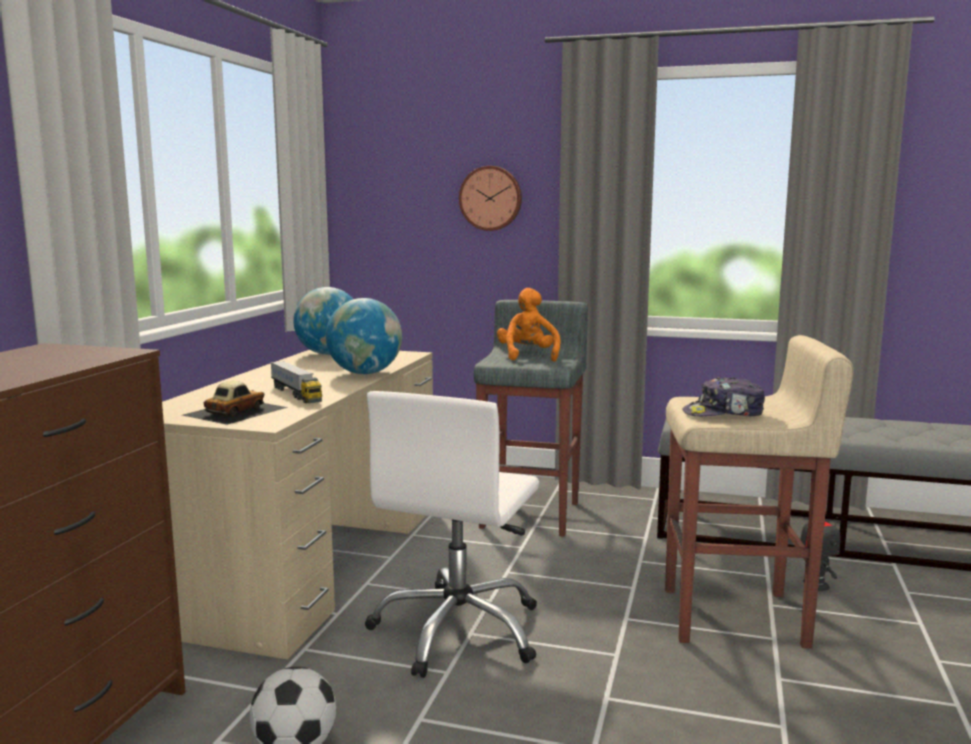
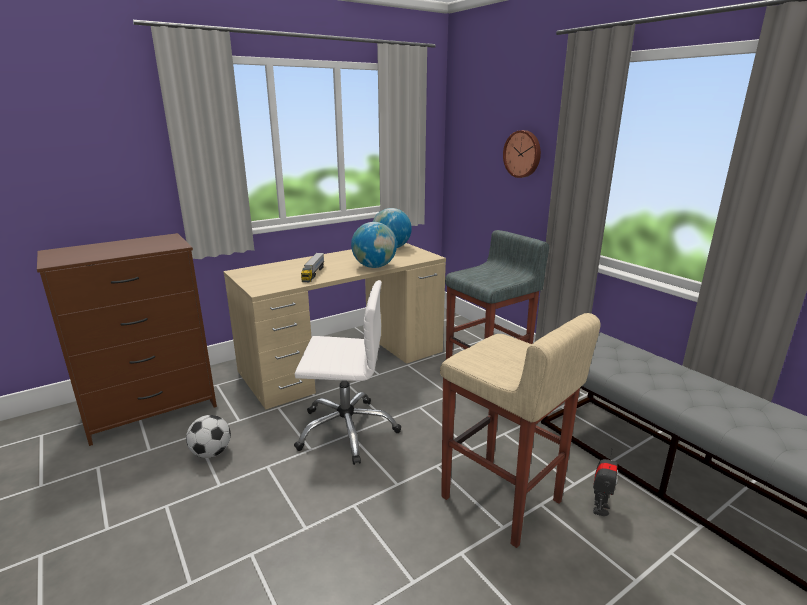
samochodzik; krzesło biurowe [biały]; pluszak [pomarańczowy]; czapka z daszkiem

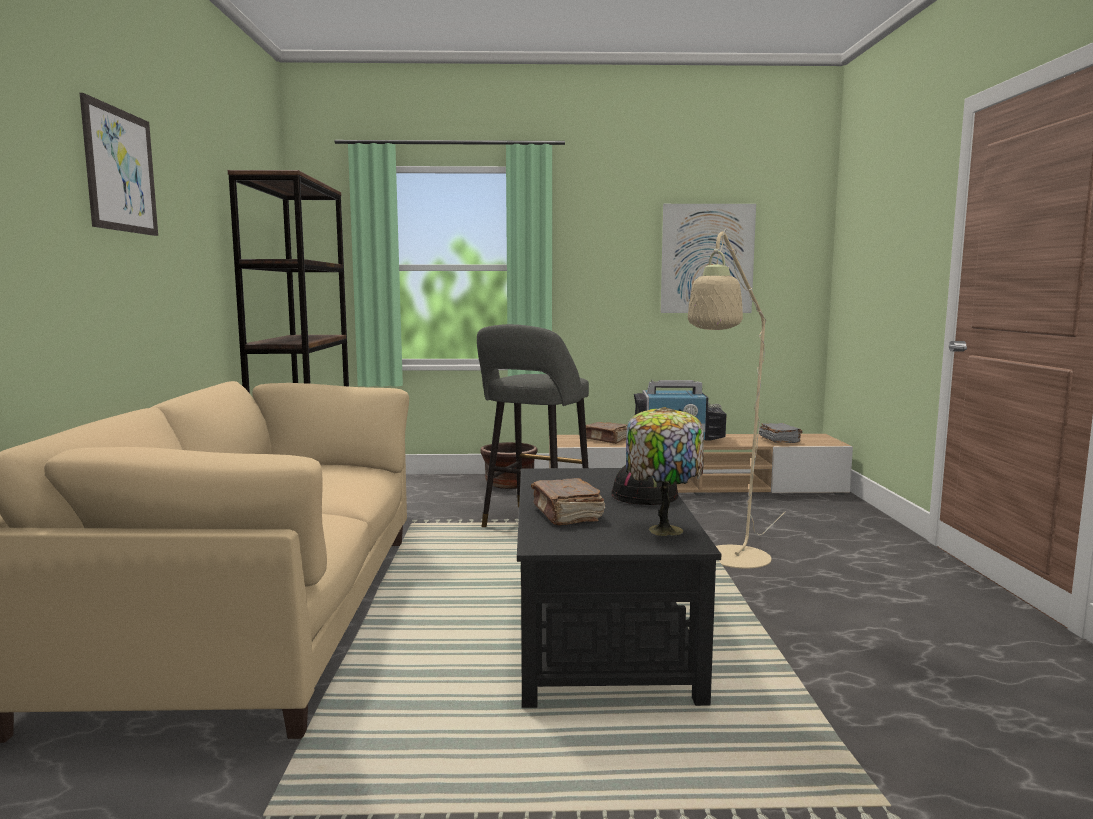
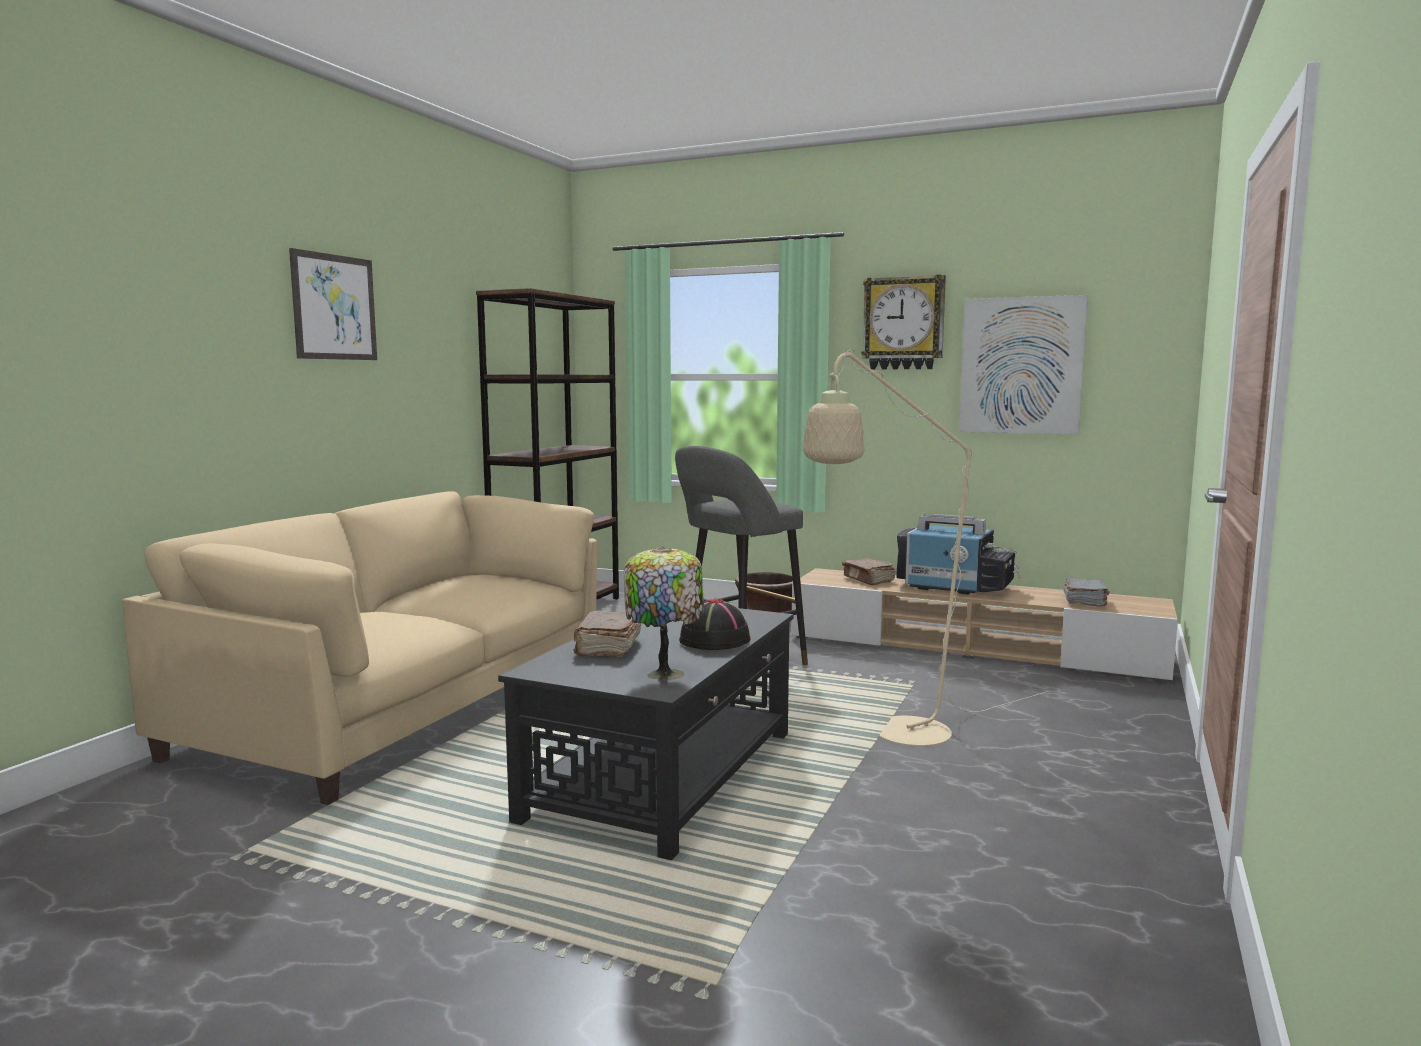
zegar ścienny

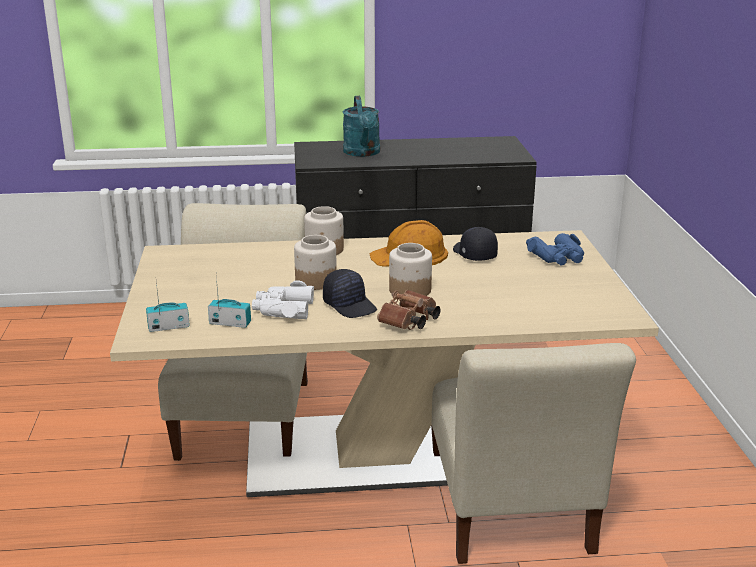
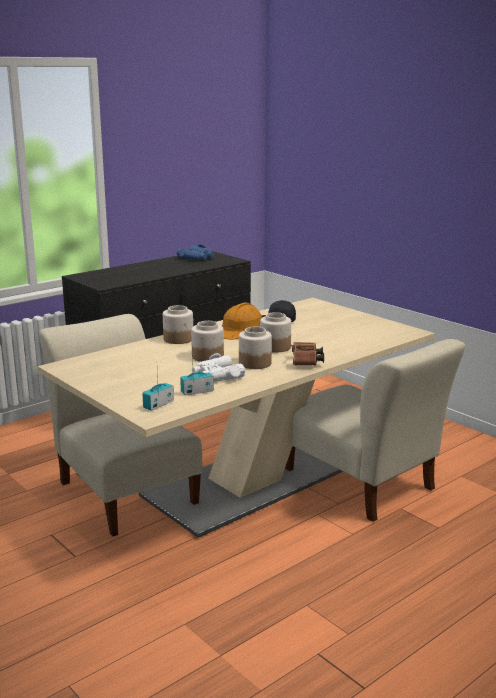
słoik (3rd from left); konewka [turkusowy]; lornetka [niebieski]

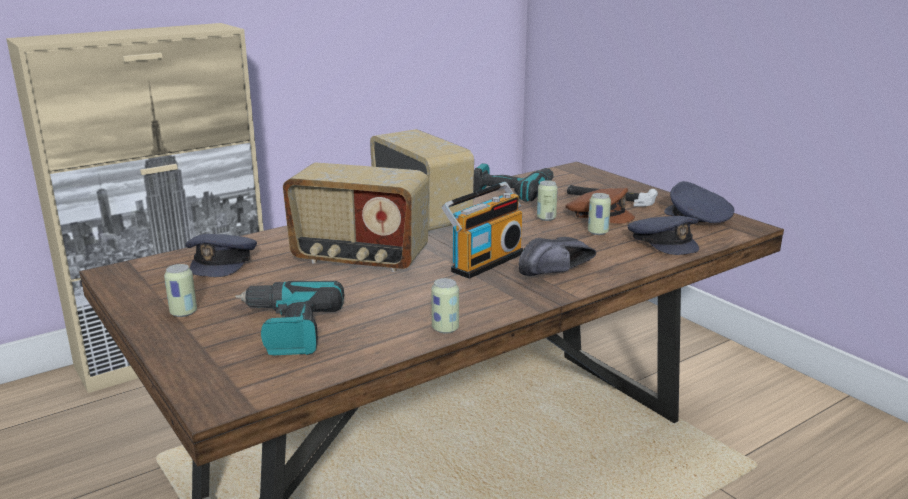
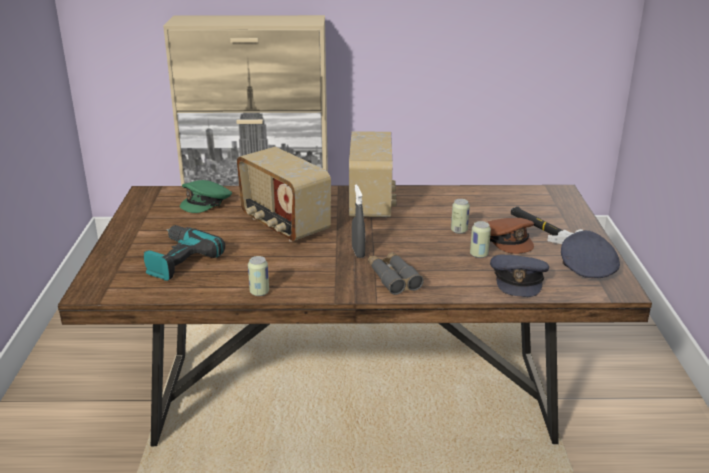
puszka (1st from left in the first image); czapka z daszkiem [zielony]; spryskiwacz [szary]; wiertarka (2nd from left in the first image); lornetka [szary]

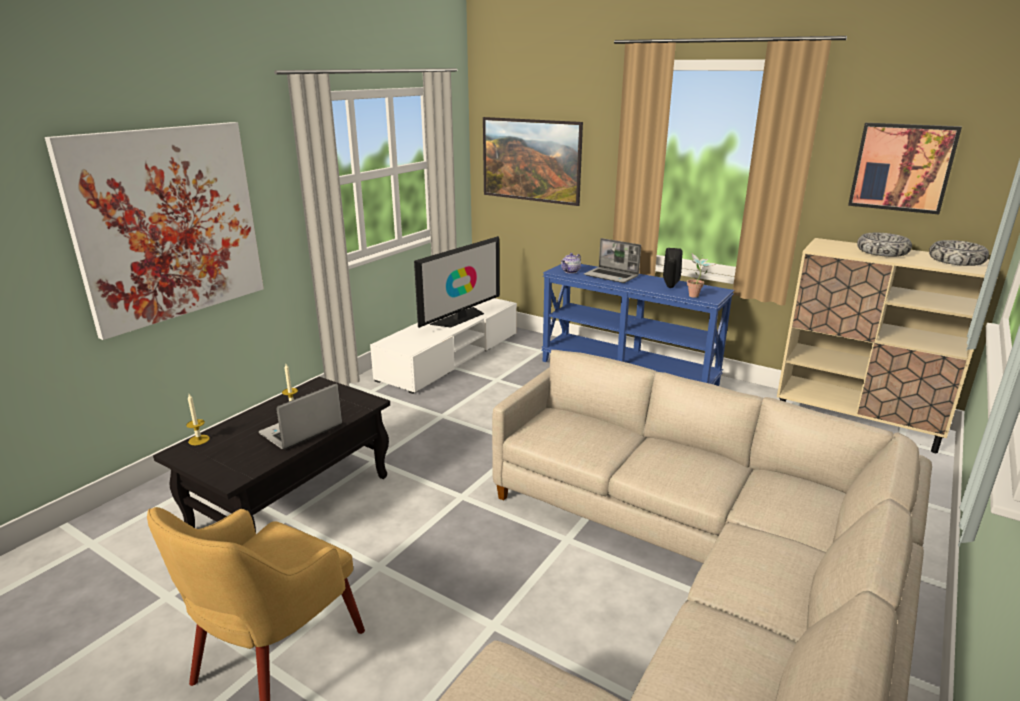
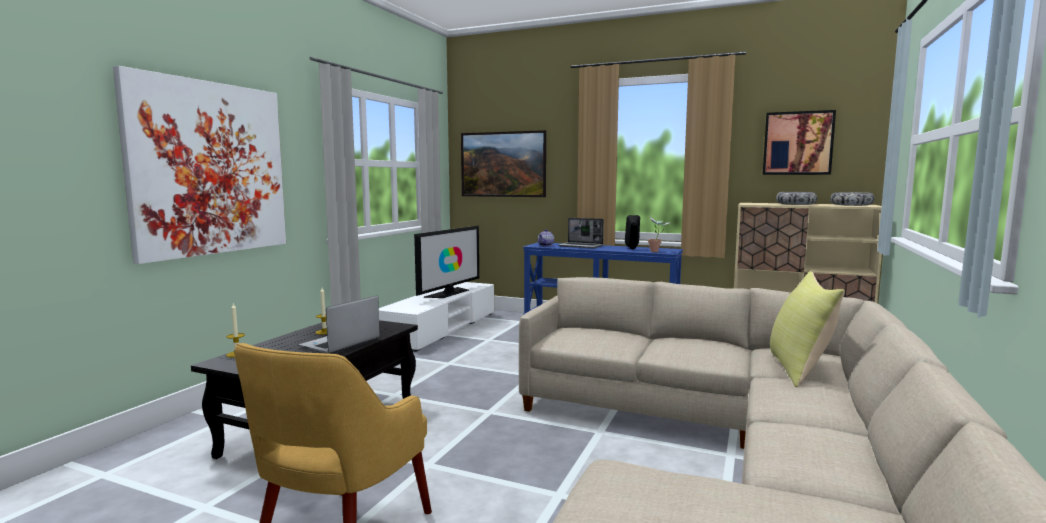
poduszka [żółty]

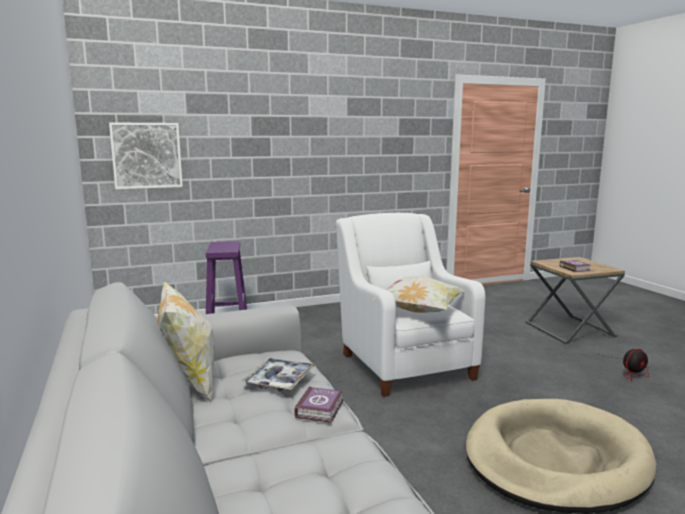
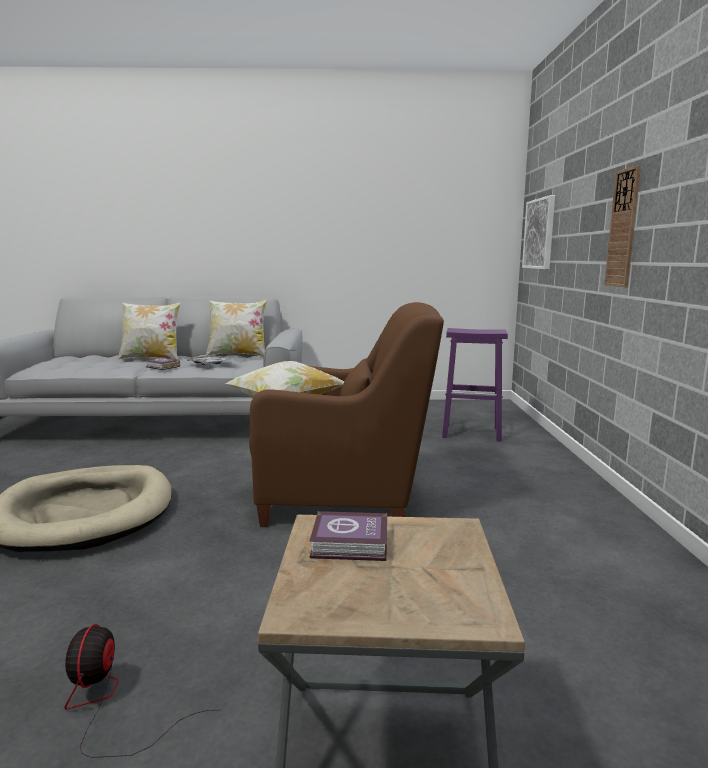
fotel [brązowy]; poduszka (1st from left); zegar ścienny

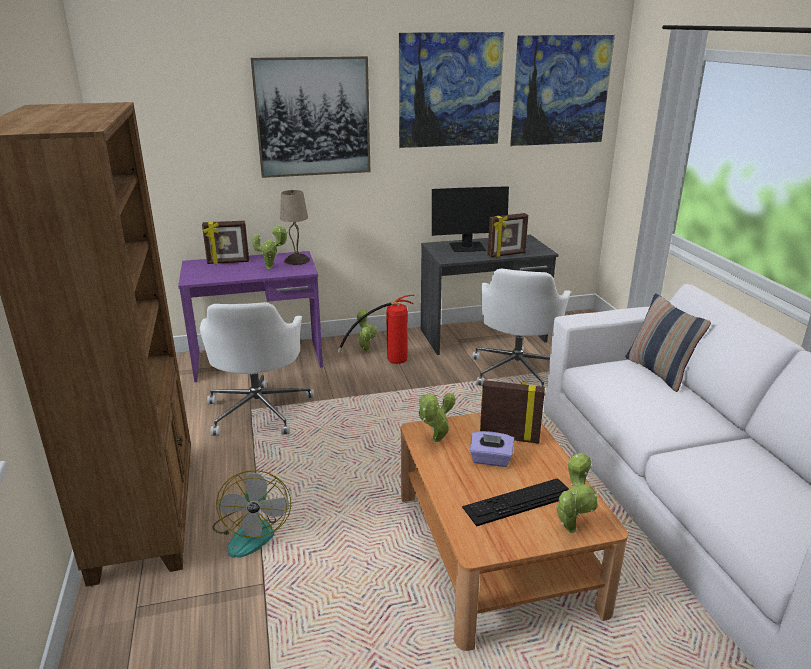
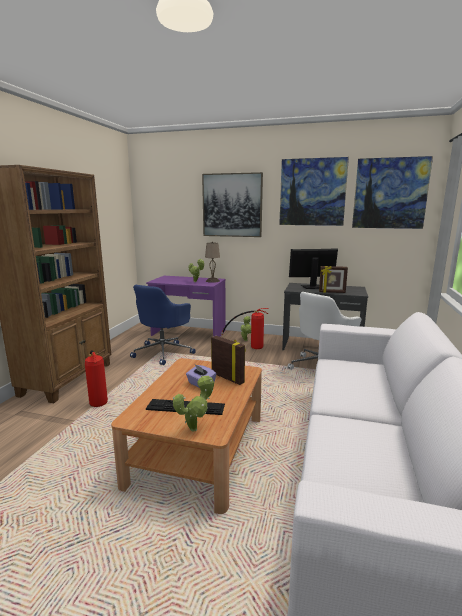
krzesło biurowe [niebieski]; ramka na zdjęcie (1st from left in the first image); gaśnica (1st from left); roślina doniczkowa (3rd from left in the first image); monitor; poduszka

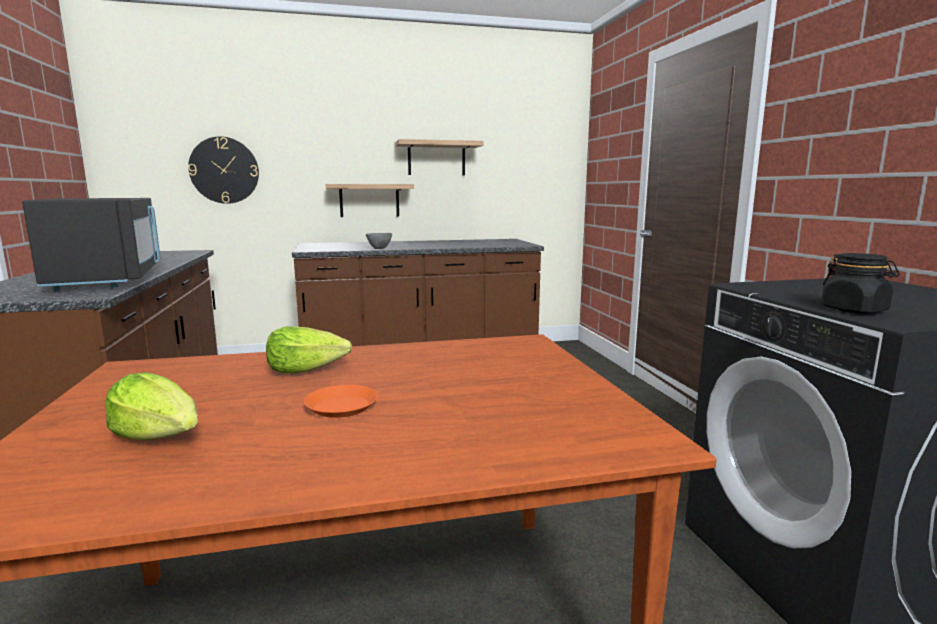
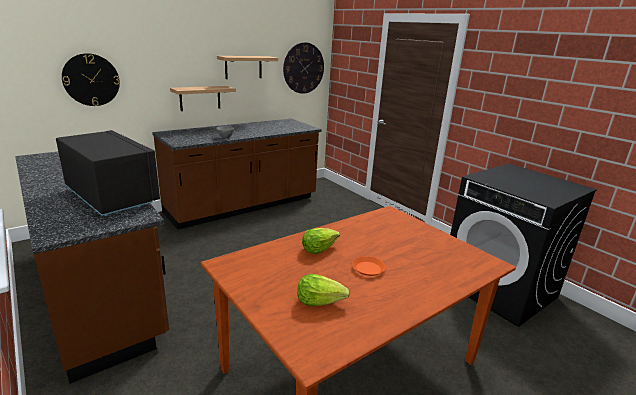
słoik [czarny]; zegar ścienny (2nd from left)

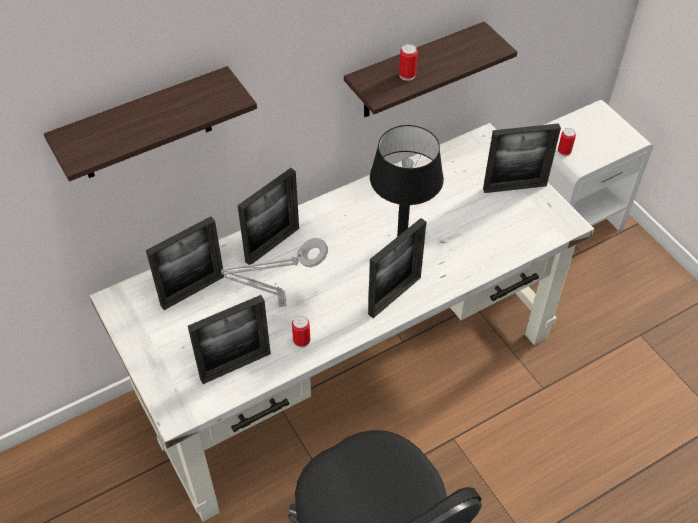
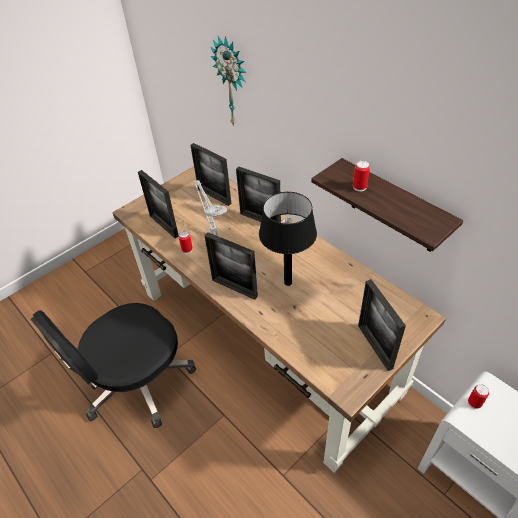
zegar ścienny; biurko [brązowy]

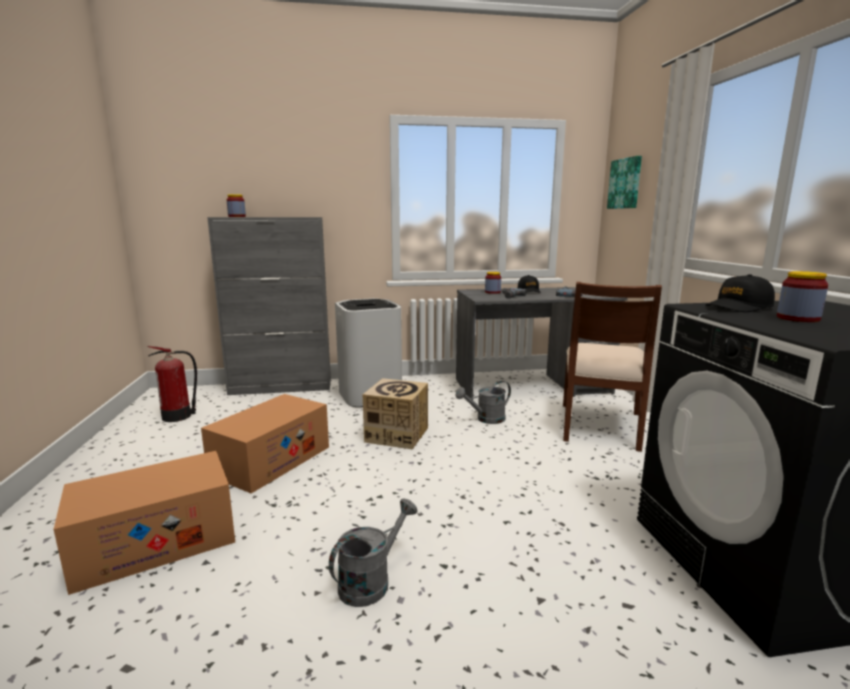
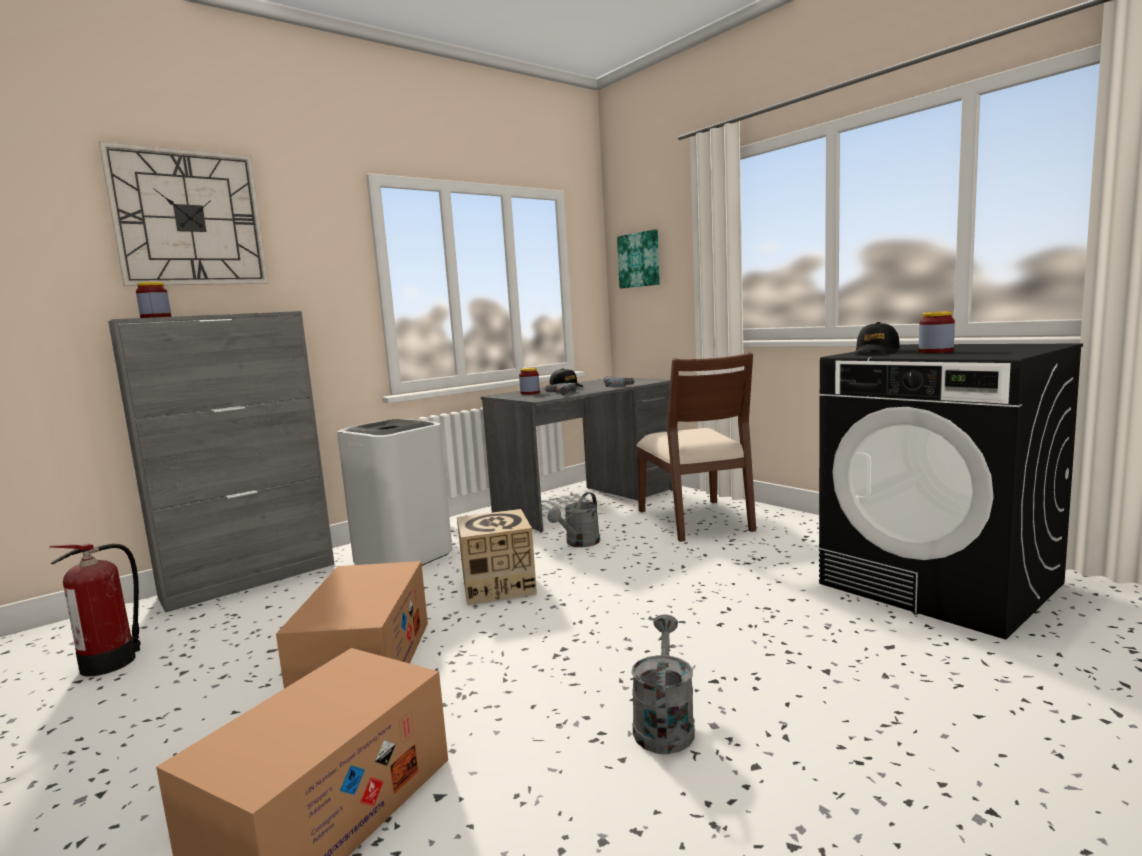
zegar ścienny

